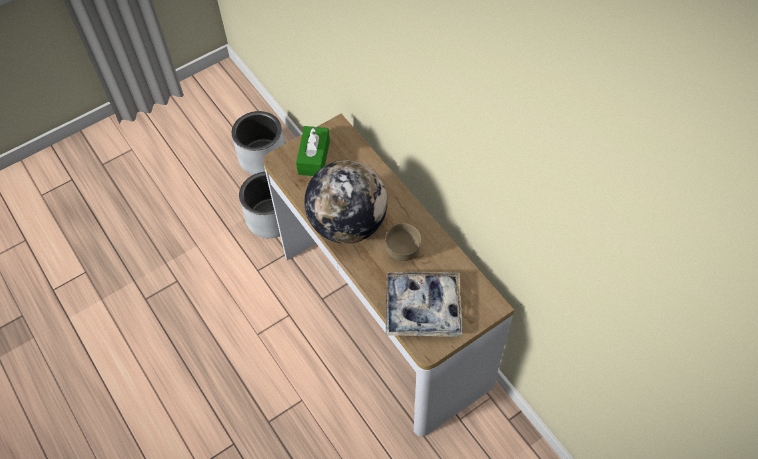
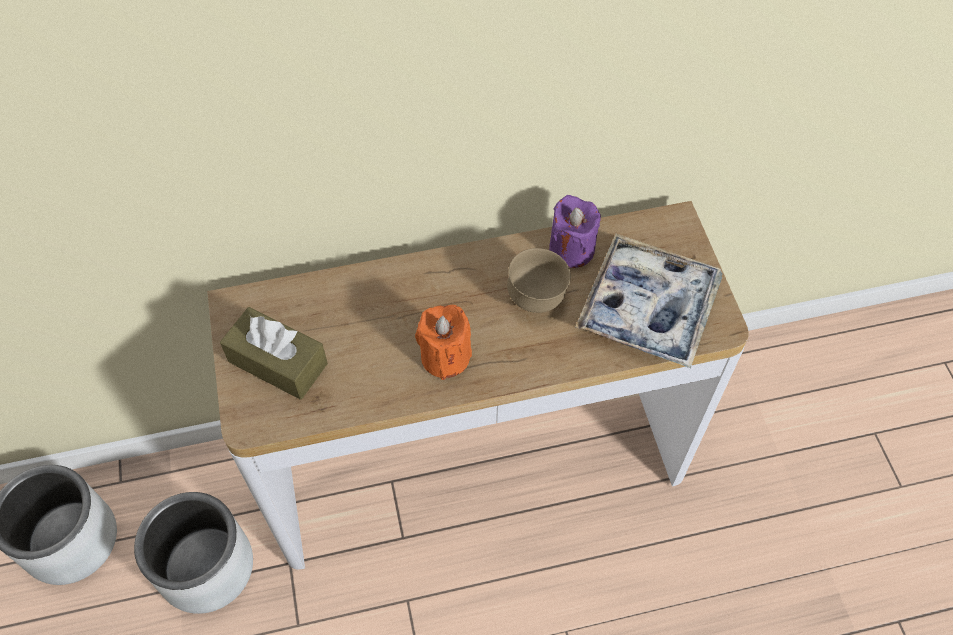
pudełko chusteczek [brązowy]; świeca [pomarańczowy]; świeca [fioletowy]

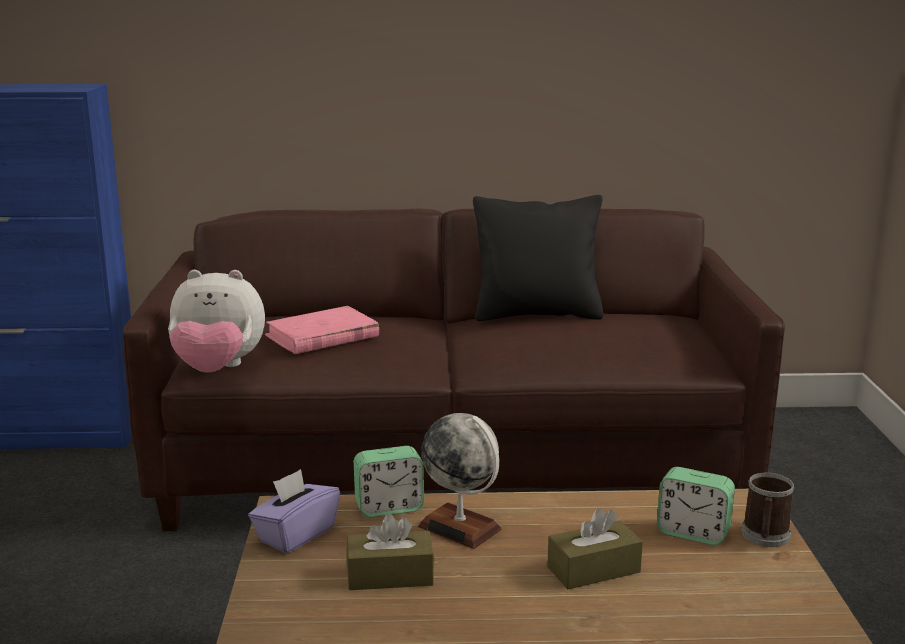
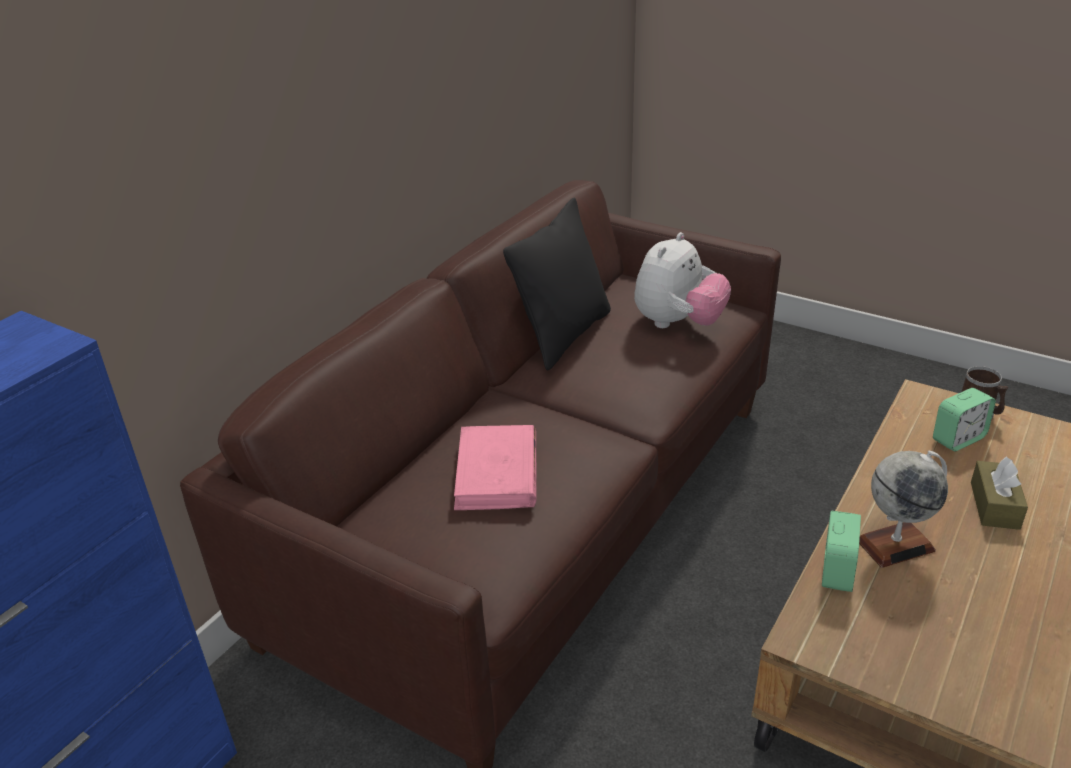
pluszak; pudełko chusteczek [fioletowy]; pudełko chusteczek [brązowy] (1st from left in the first image)

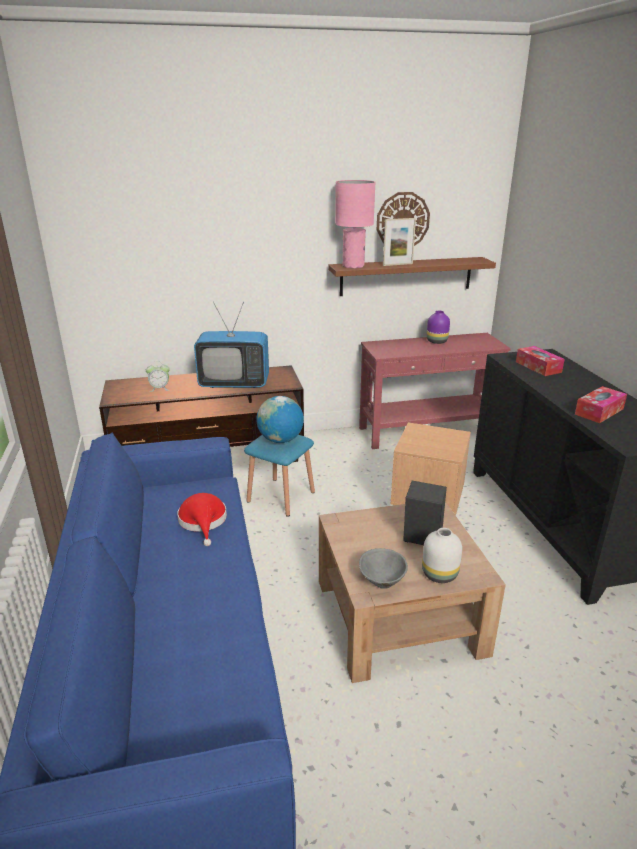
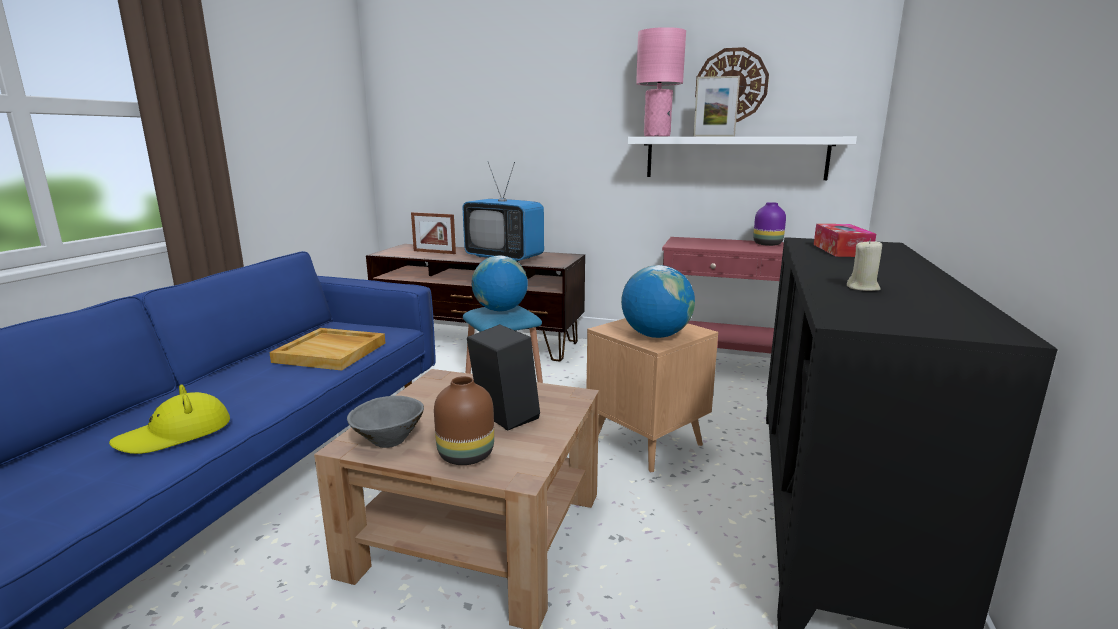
ramka na zdjęcie (1st from left); taca [beżowy]; półka [biały]; wazon [brązowy]; świeca [beżowy]; kapelusz [żółty]; globus (2nd from left)

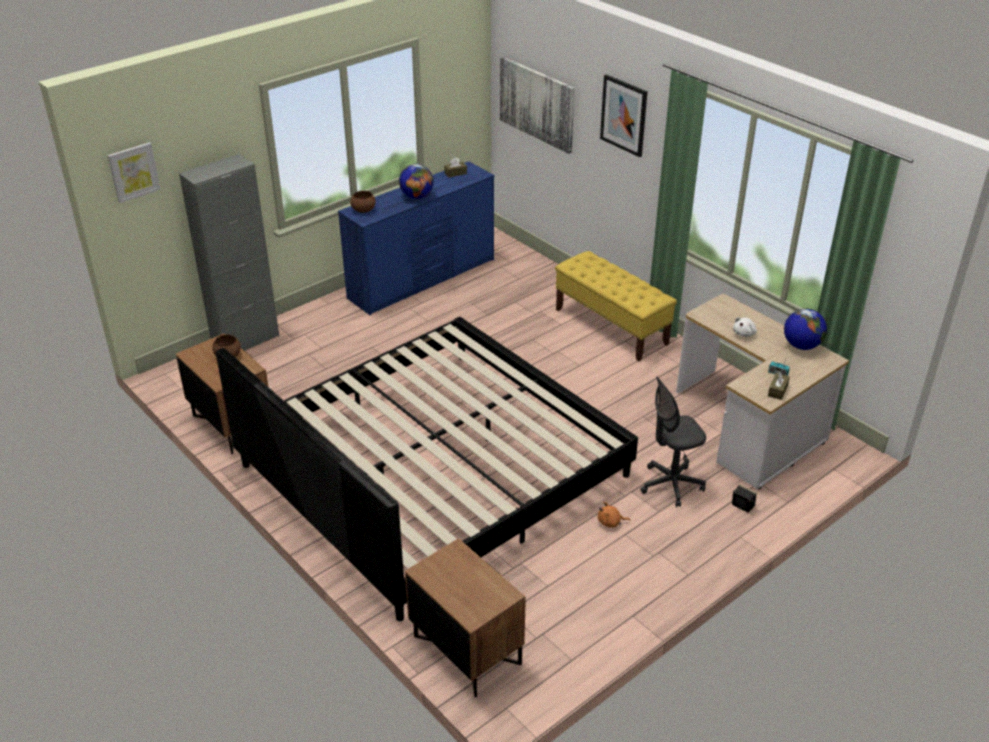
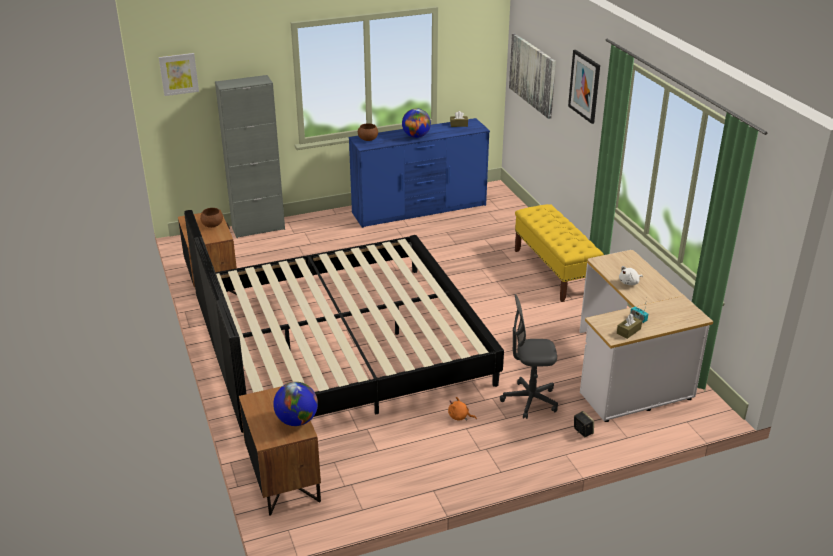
globus (1st from left)

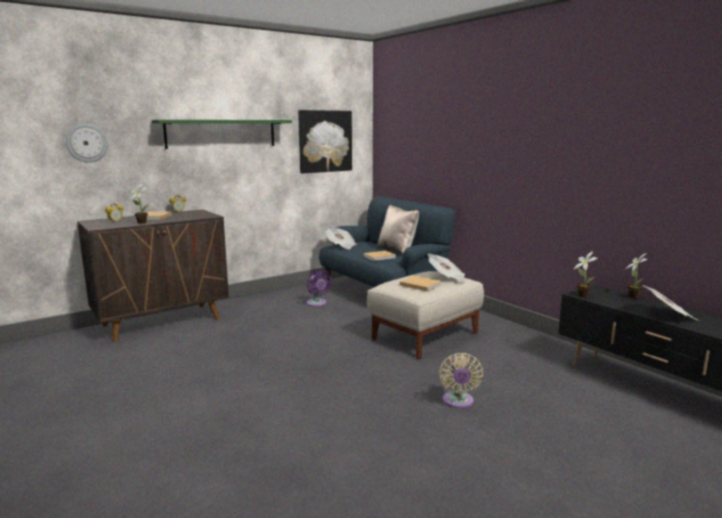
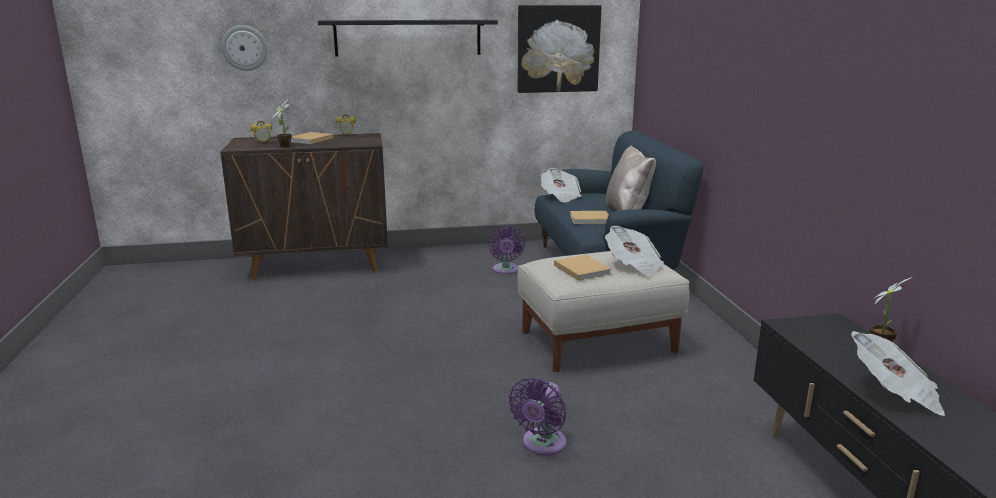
półka [czarny]; wentylator [fioletowy] (2nd from left); roślina doniczkowa (2nd from left in the first image)

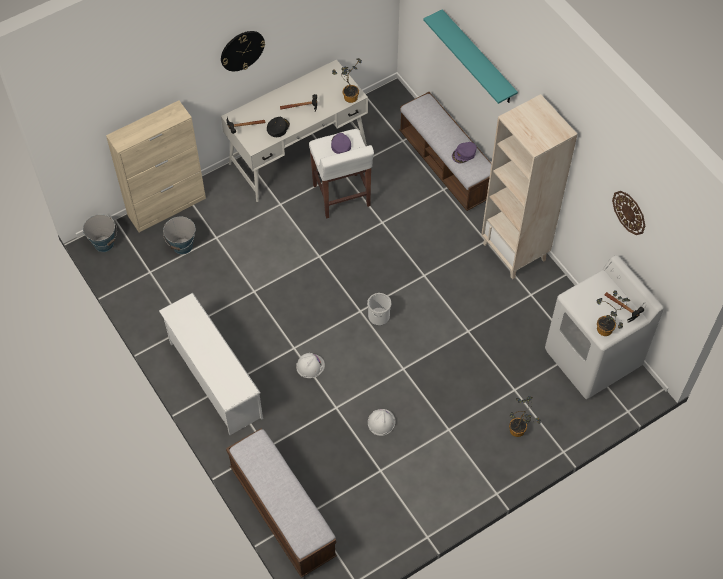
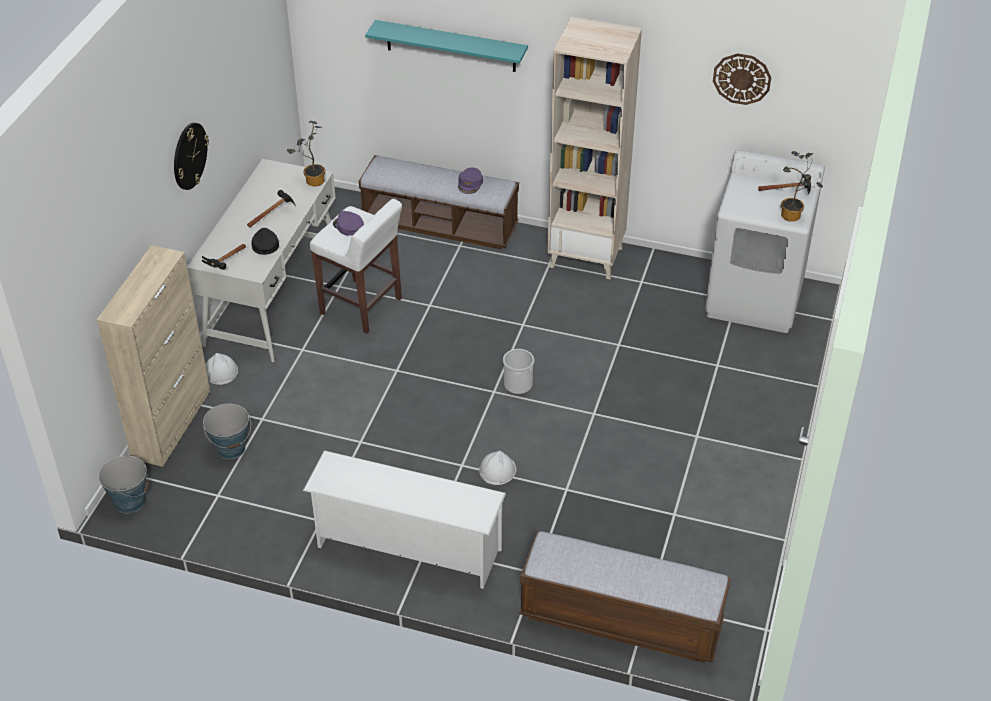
kask [biały] (1st from left); roślina doniczkowa (2nd from left in the first image)

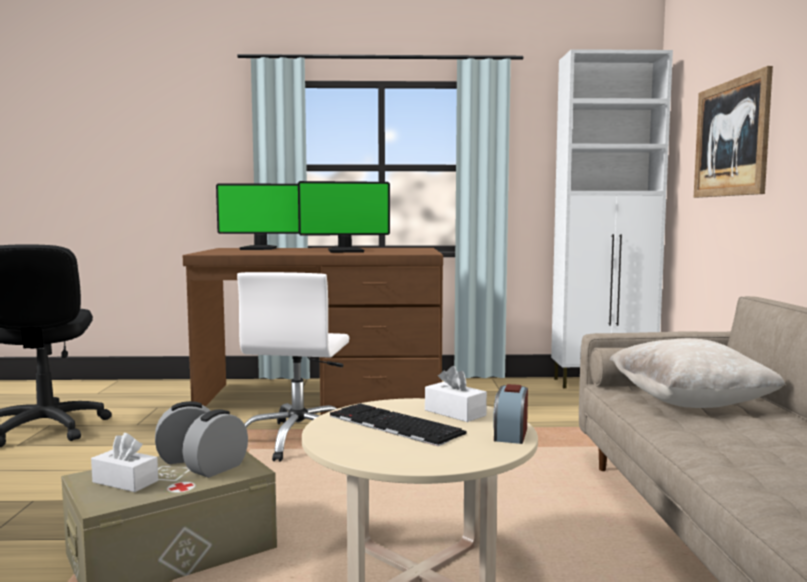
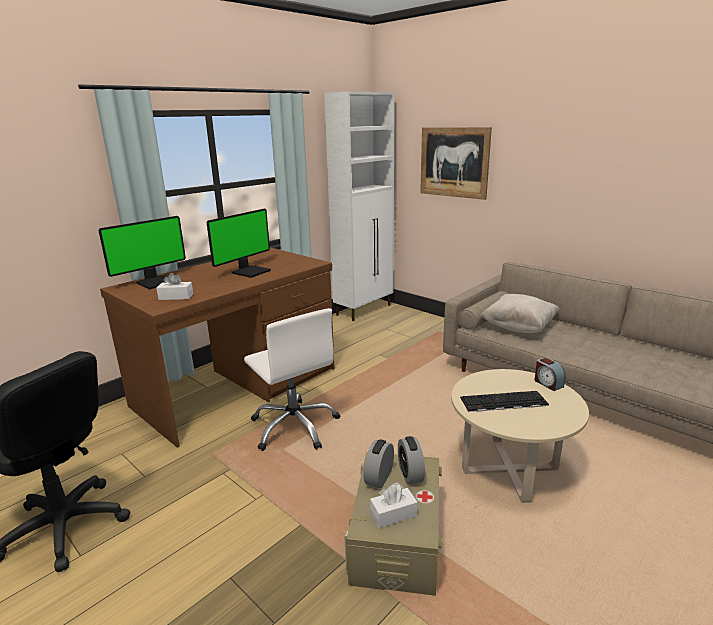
pudełko chusteczek [biały] (1st from left)

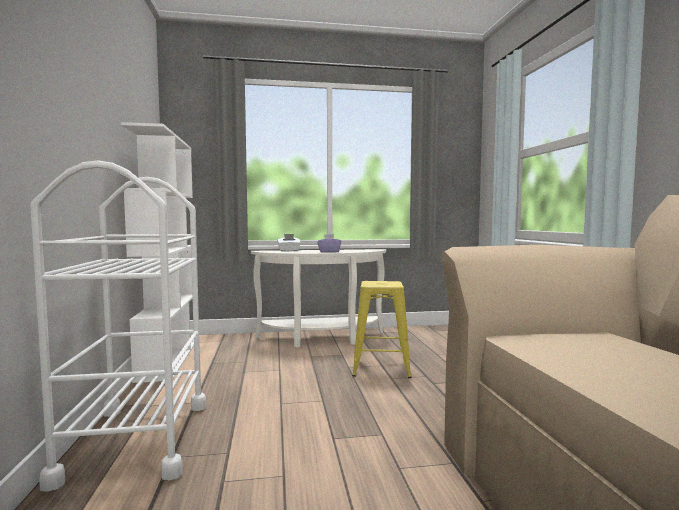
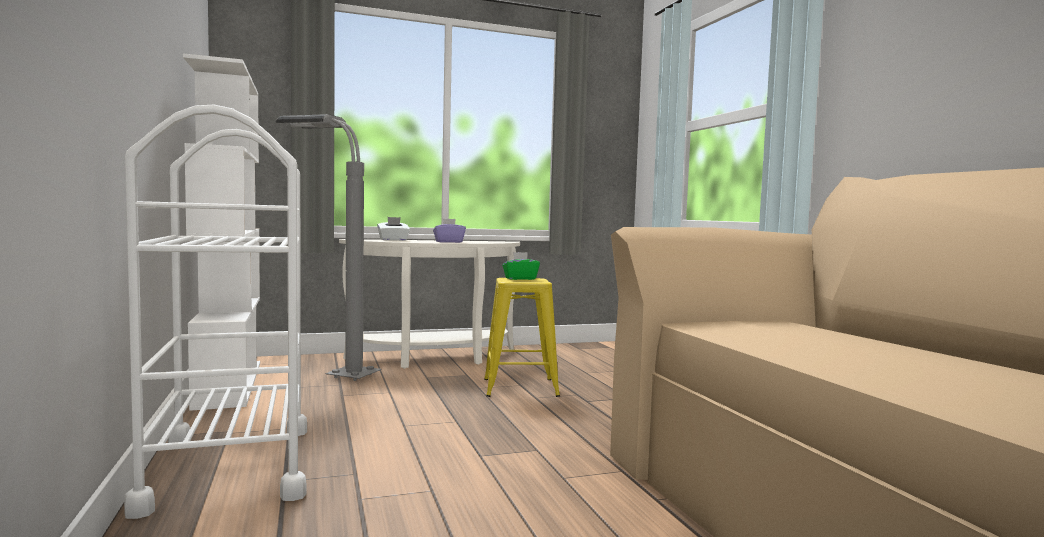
lampa stojąca [szary]; pudełko chusteczek [zielony]

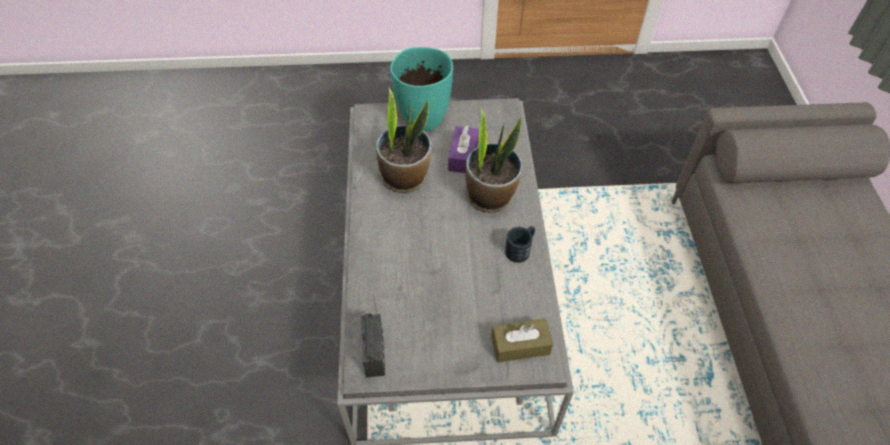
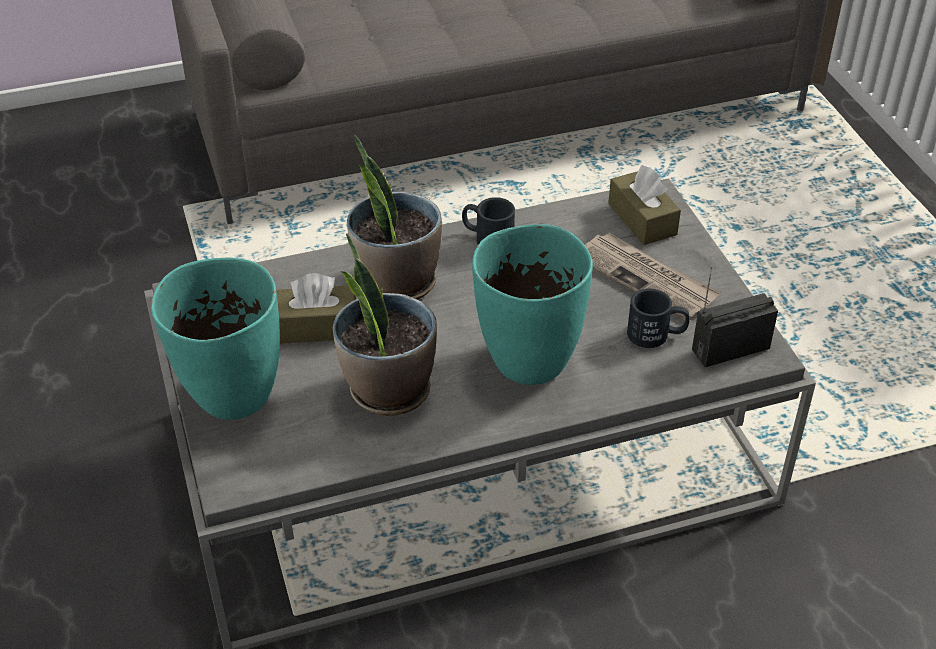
pudełko chusteczek [brązowy] (1st from left); wazon [turkusowy] (2nd from left); gazeta; kubek [czarny] (2nd from left)

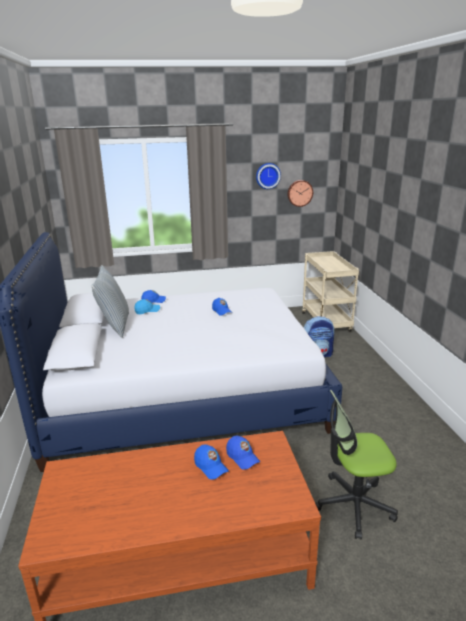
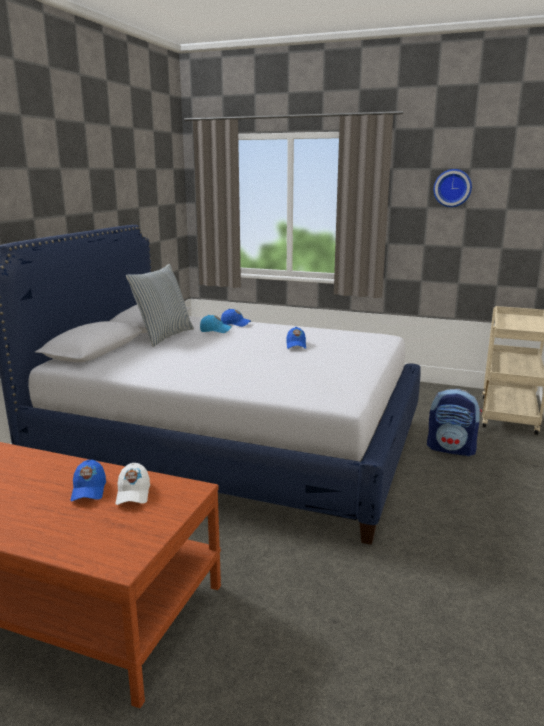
czapka z daszkiem [biały]; zegar ścienny (2nd from left in the first image); krzesło biurowe

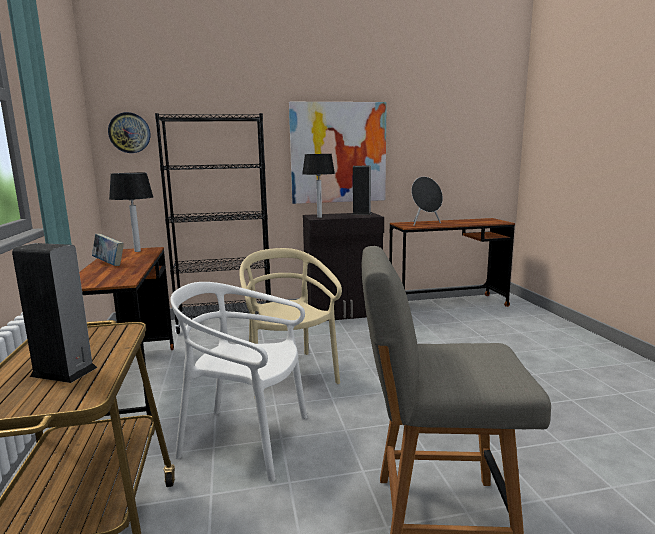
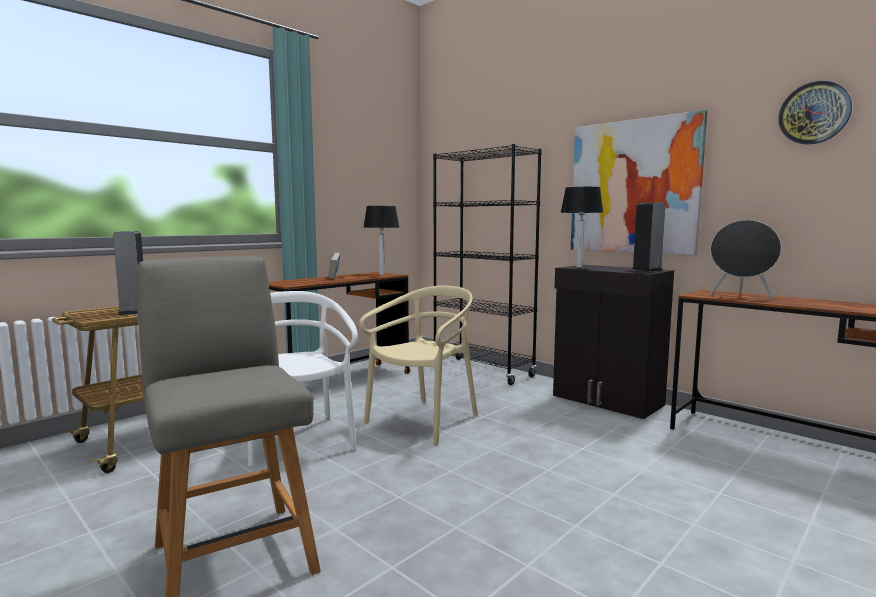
zegar ścienny

